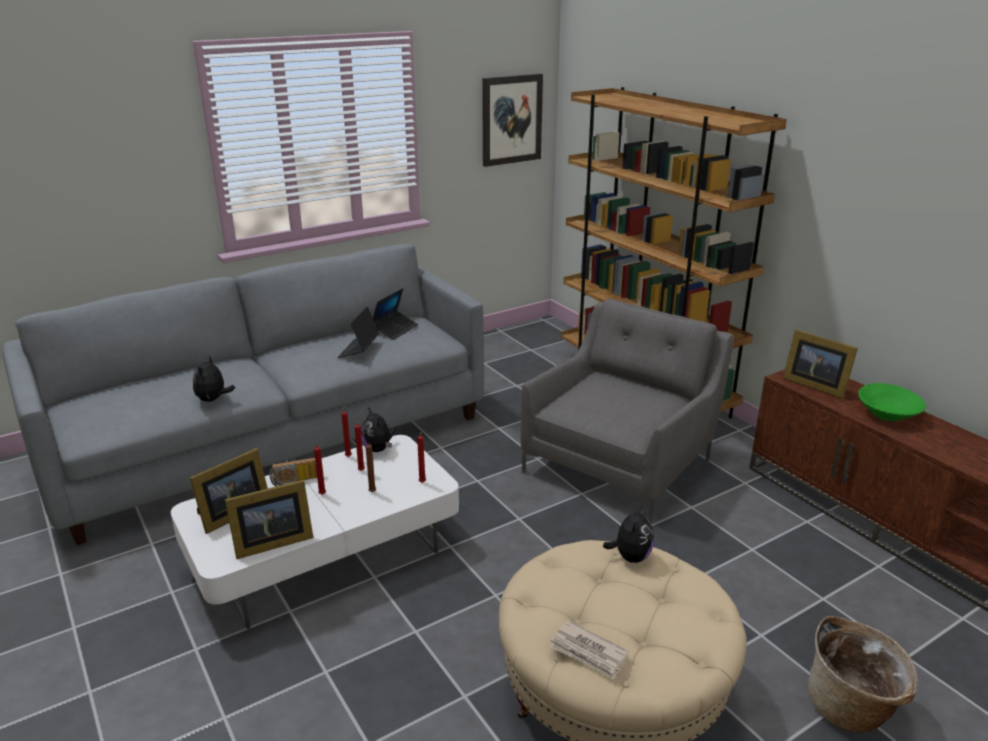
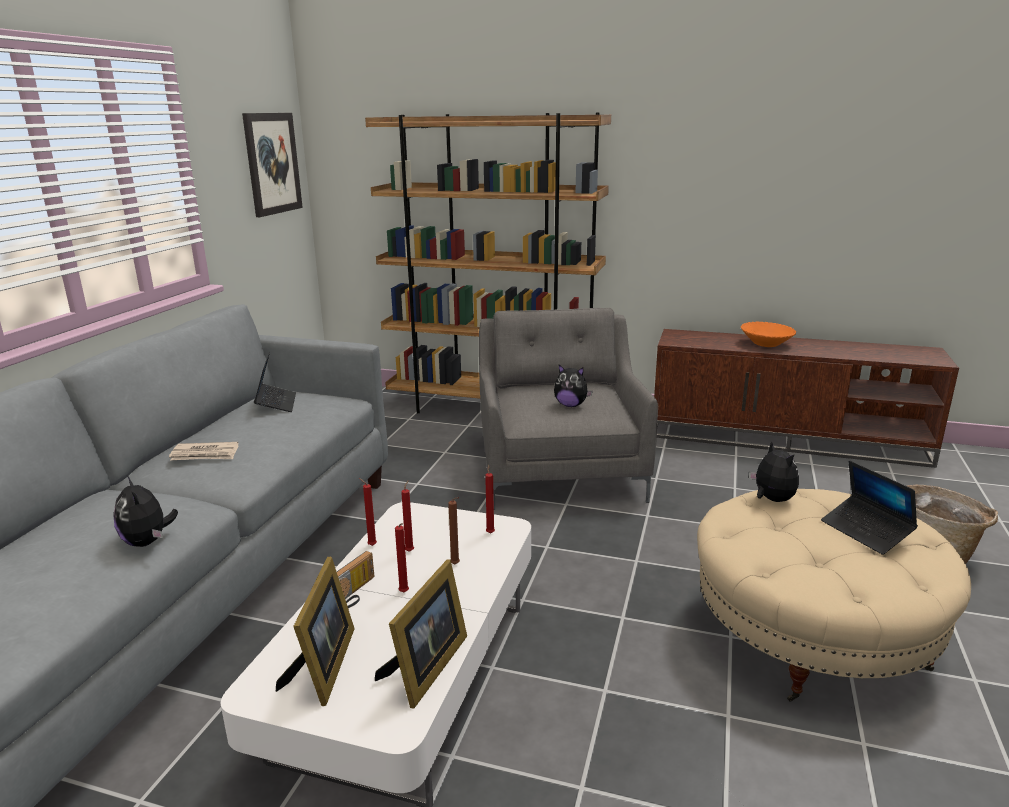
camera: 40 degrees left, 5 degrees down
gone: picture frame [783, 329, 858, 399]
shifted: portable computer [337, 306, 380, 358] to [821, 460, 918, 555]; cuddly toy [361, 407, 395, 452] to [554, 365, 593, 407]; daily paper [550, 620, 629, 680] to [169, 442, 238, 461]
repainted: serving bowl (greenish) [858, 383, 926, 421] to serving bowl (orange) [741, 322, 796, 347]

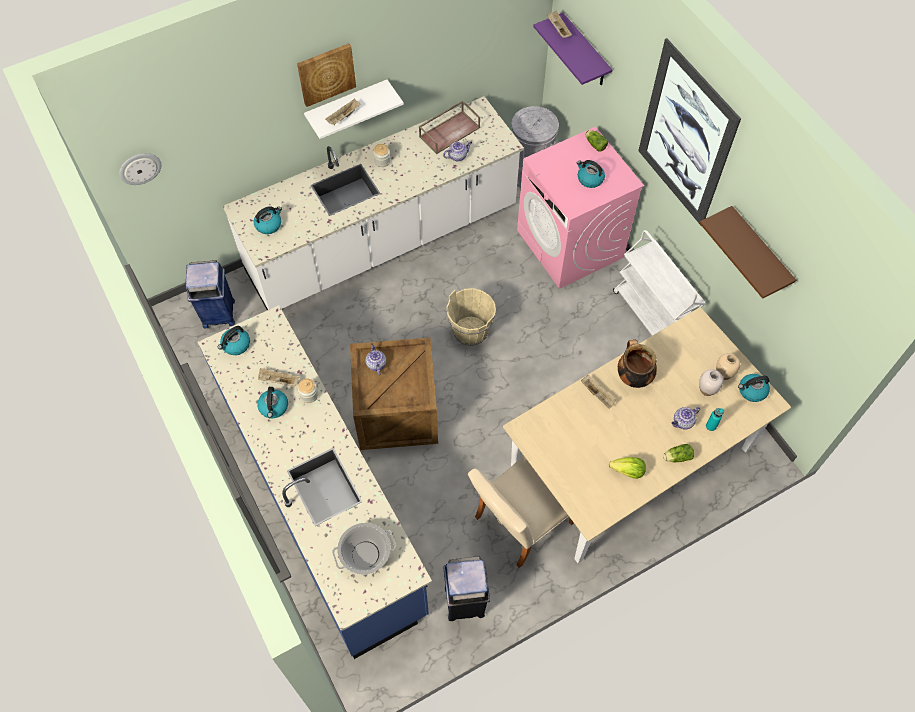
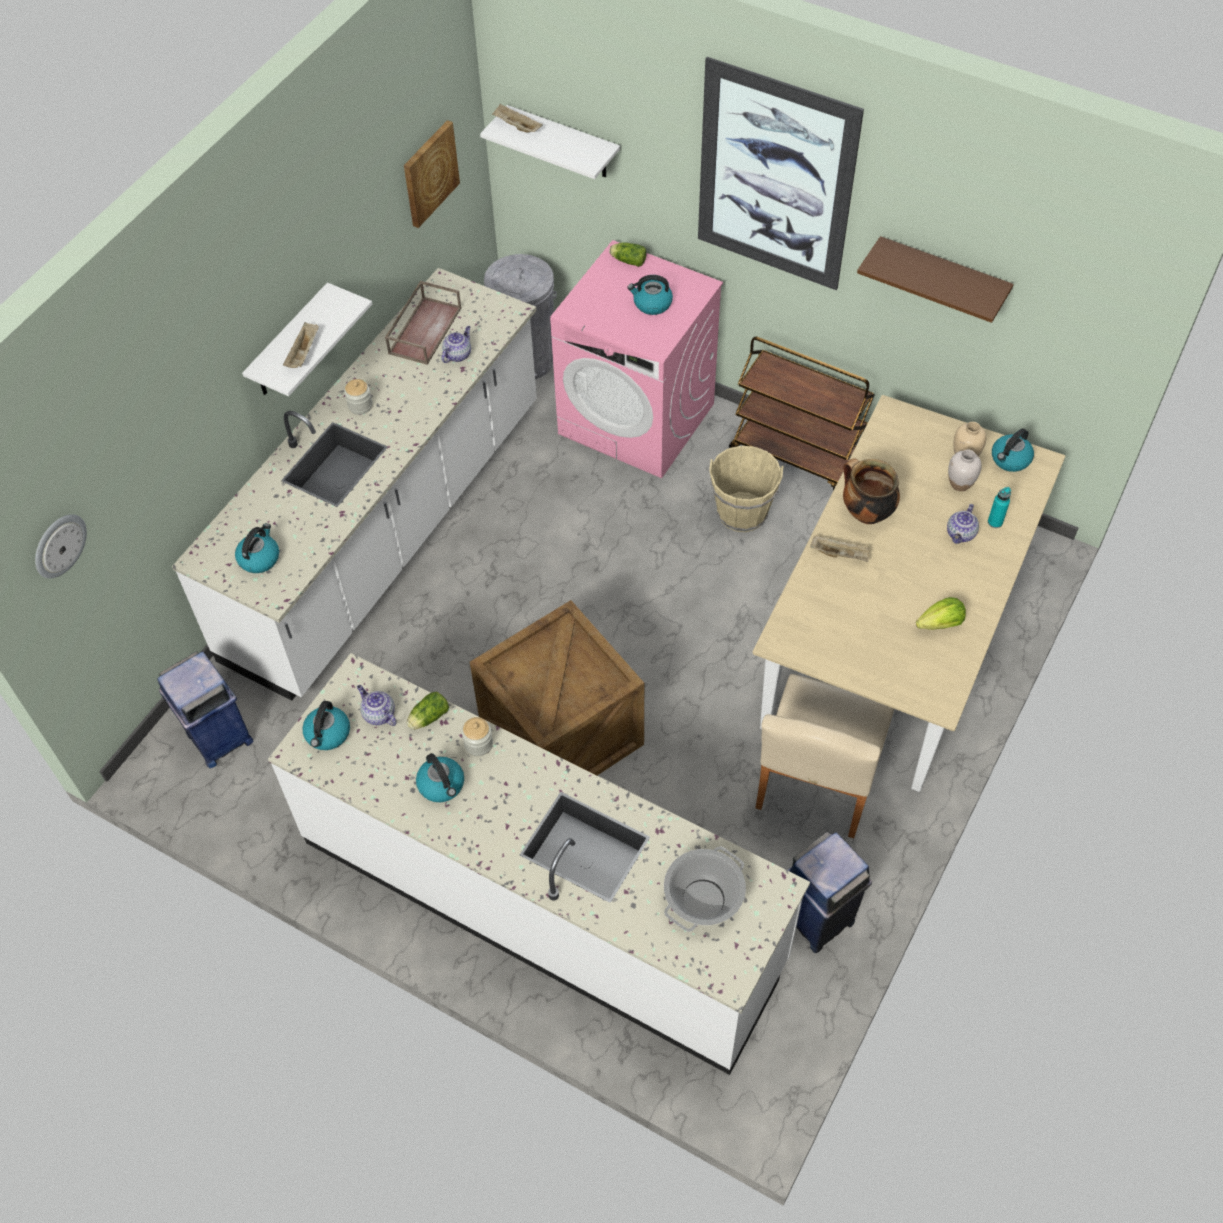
camera: 30 degrees left, 5 degrees down
gone: serving tray (beige) [258, 368, 299, 386]
shifted: wall art [297, 43, 356, 107] to [404, 120, 460, 228]; teapot [365, 343, 386, 375] to [357, 685, 397, 726]; bucket (beige) [447, 288, 496, 346] to [709, 446, 783, 532]; head of lettuce [663, 444, 694, 462] to [407, 692, 449, 730]
repainted: kitchen counter (blue) [198, 305, 432, 659] to kitchen counter (white) [268, 653, 810, 1075]; shelf (purple) [533, 13, 612, 85] to shelf (white) [480, 105, 620, 179]; wheeled cart (white) [613, 230, 706, 336] to wheeled cart (brown) [729, 337, 875, 491]

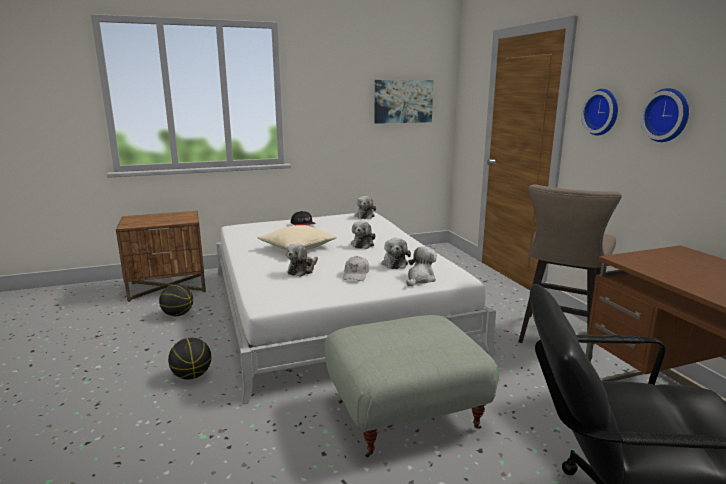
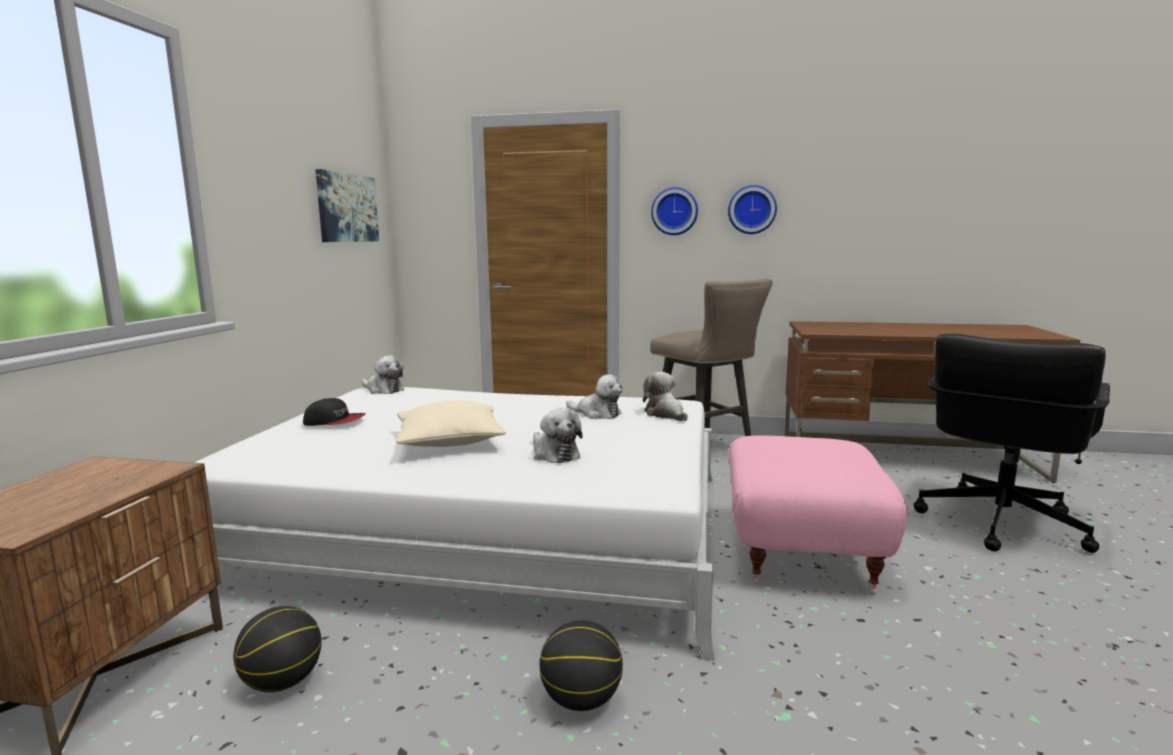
camera: 60 degrees left, 5 degrees down
gone: baseball cap (white) [342, 256, 369, 281]; cuddly toy [351, 221, 376, 249]
repainted: footrest (greyish) [325, 315, 499, 457] to footrest (pink-coloured) [729, 436, 907, 595]

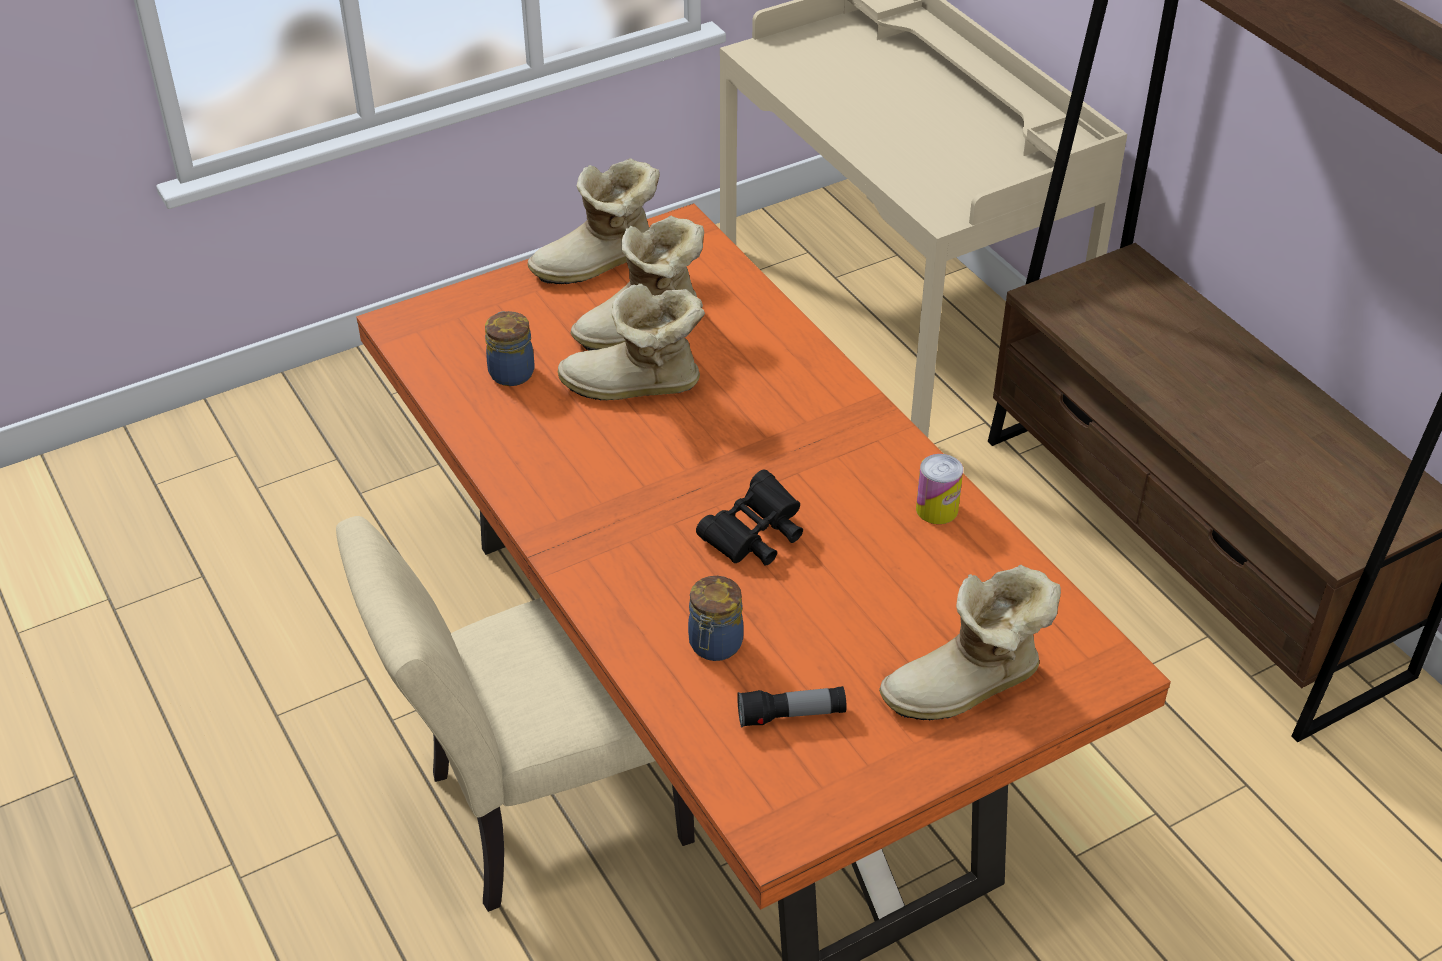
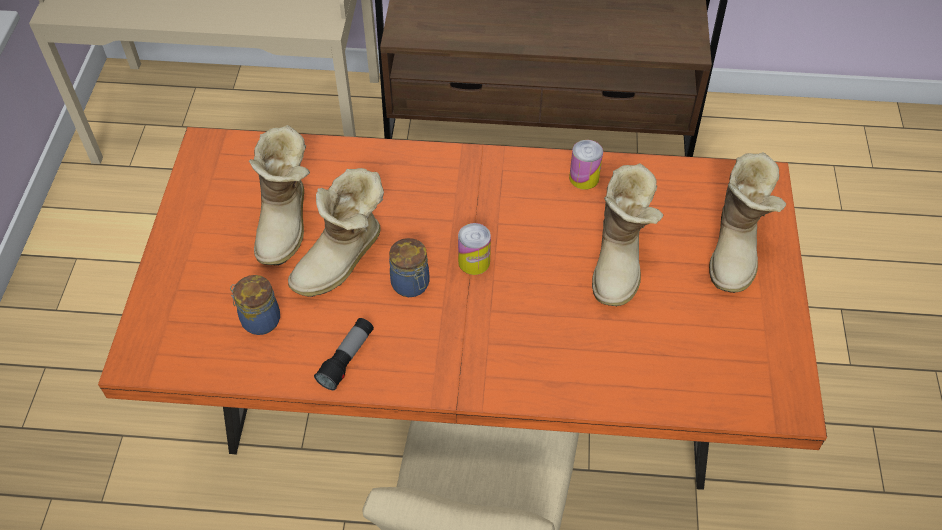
camera: 55 degrees left, 10 degrees up
gone: pair of binoculars (black) [696, 470, 803, 566]
new: sealed can [458, 223, 491, 275]
shifted: high-top boot [528, 158, 660, 284] to [592, 163, 663, 307]; jar [688, 576, 744, 661] to [389, 238, 430, 297]; hand torch [737, 686, 847, 727] to [314, 318, 374, 390]

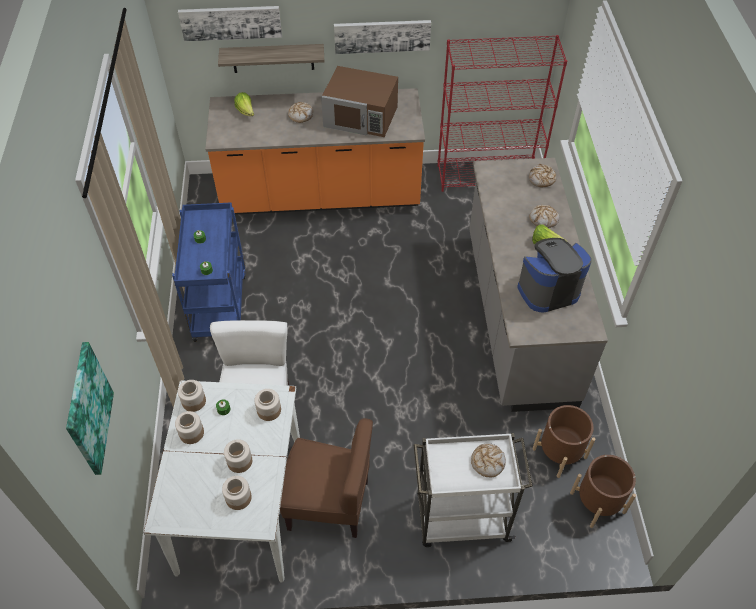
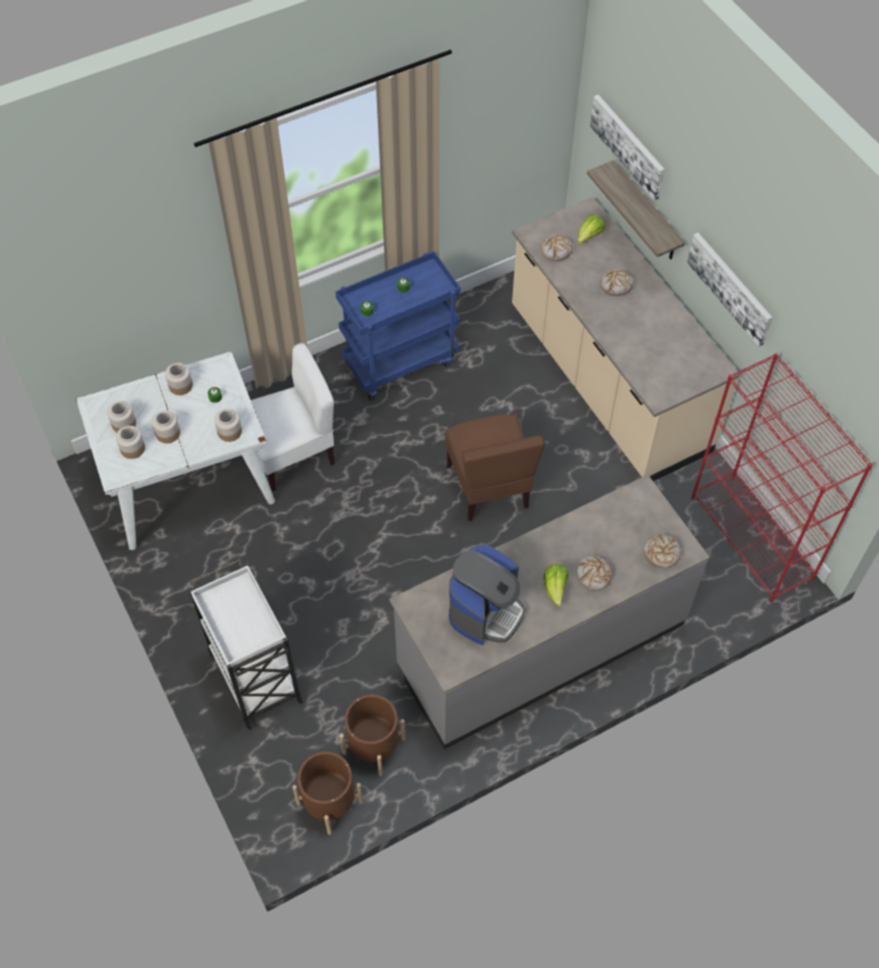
camera: 65 degrees right, 5 degrees up
gone: wall art [66, 342, 114, 475]; microwave oven (brown) [321, 66, 398, 137]
shifted: jar [178, 380, 206, 412] to [107, 401, 136, 432]; chair (brown) [280, 418, 373, 538] to [445, 414, 545, 521]; baked bread [471, 443, 506, 477] to [541, 235, 573, 261]
repainted: kitchen counter (orange) [205, 88, 425, 215] to kitchen counter (beige) [512, 197, 740, 481]
rotated: coffee machine [517, 238, 592, 313] = [449, 544, 526, 645] 75 degrees clockwise

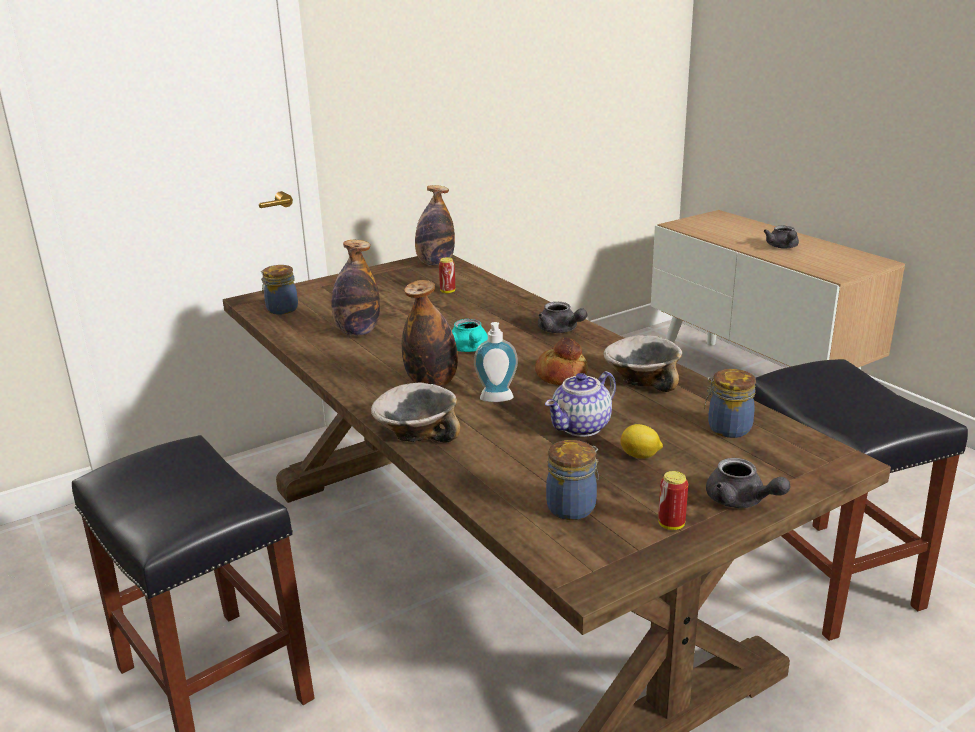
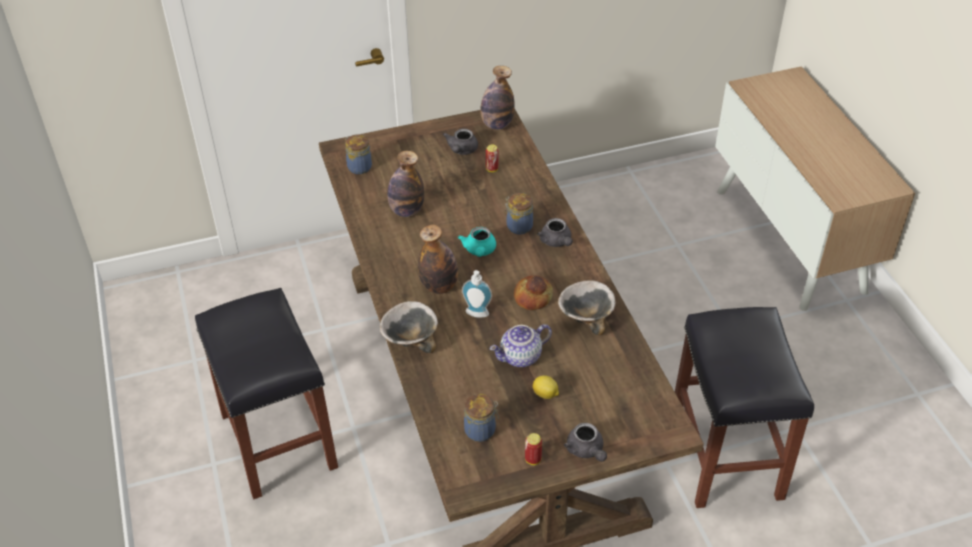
camera: 15 degrees right, 20 degrees up
shifted: jar [704, 369, 756, 438] to [505, 193, 533, 235]; teapot (greyish) [764, 225, 799, 249] to [443, 129, 478, 155]

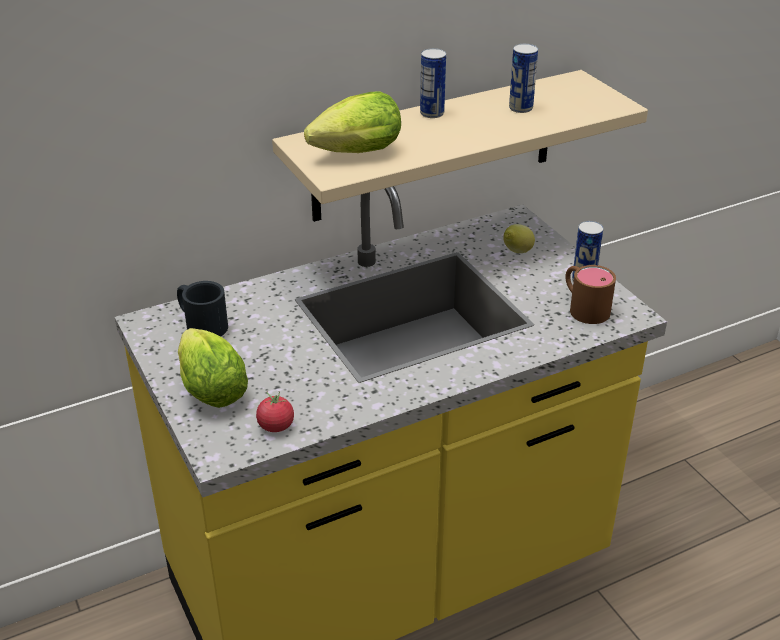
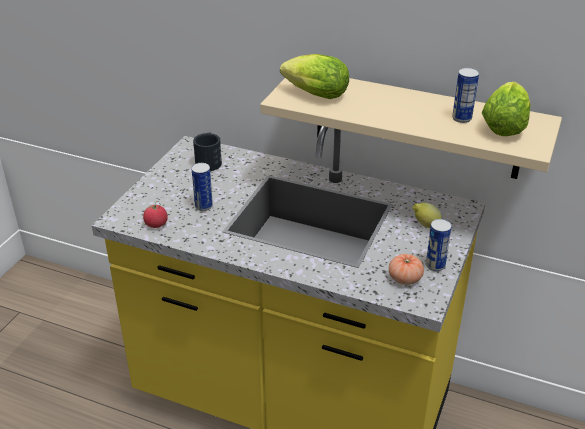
camera: 50 degrees right, 0 degrees up
shifted: head of lettuce [178, 328, 248, 408] to [482, 82, 531, 136]; sealed can [420, 48, 446, 118] to [191, 163, 213, 211]
swapped: coffee mug (brown) [566, 265, 616, 324] to fresh tomato [389, 254, 424, 285]

